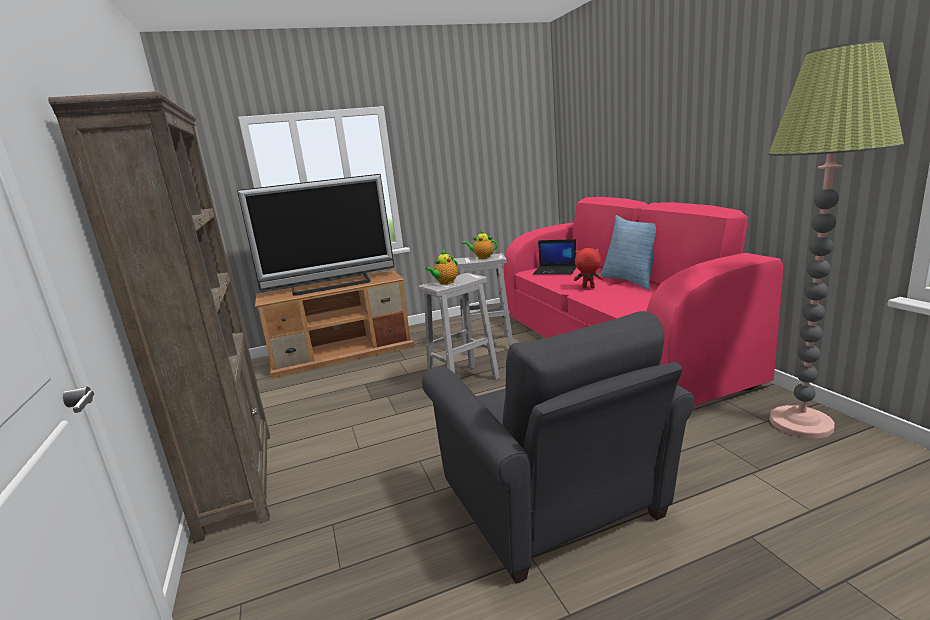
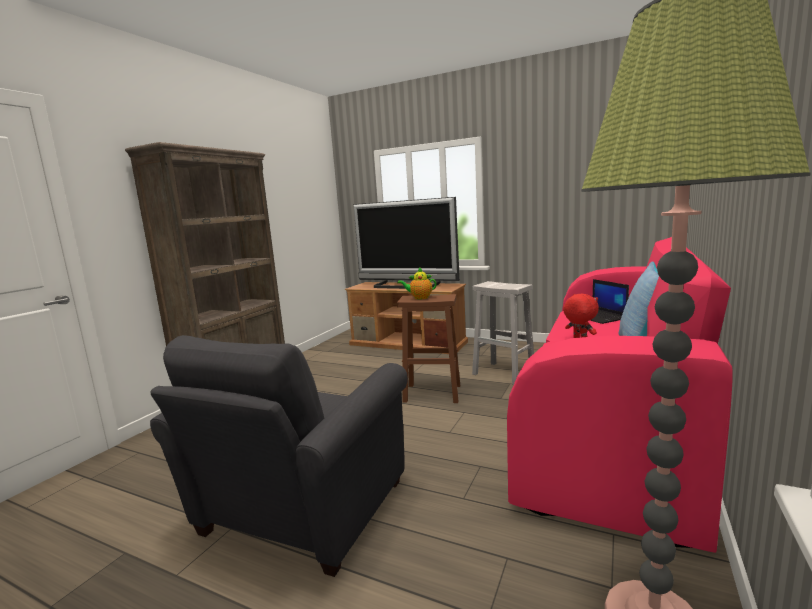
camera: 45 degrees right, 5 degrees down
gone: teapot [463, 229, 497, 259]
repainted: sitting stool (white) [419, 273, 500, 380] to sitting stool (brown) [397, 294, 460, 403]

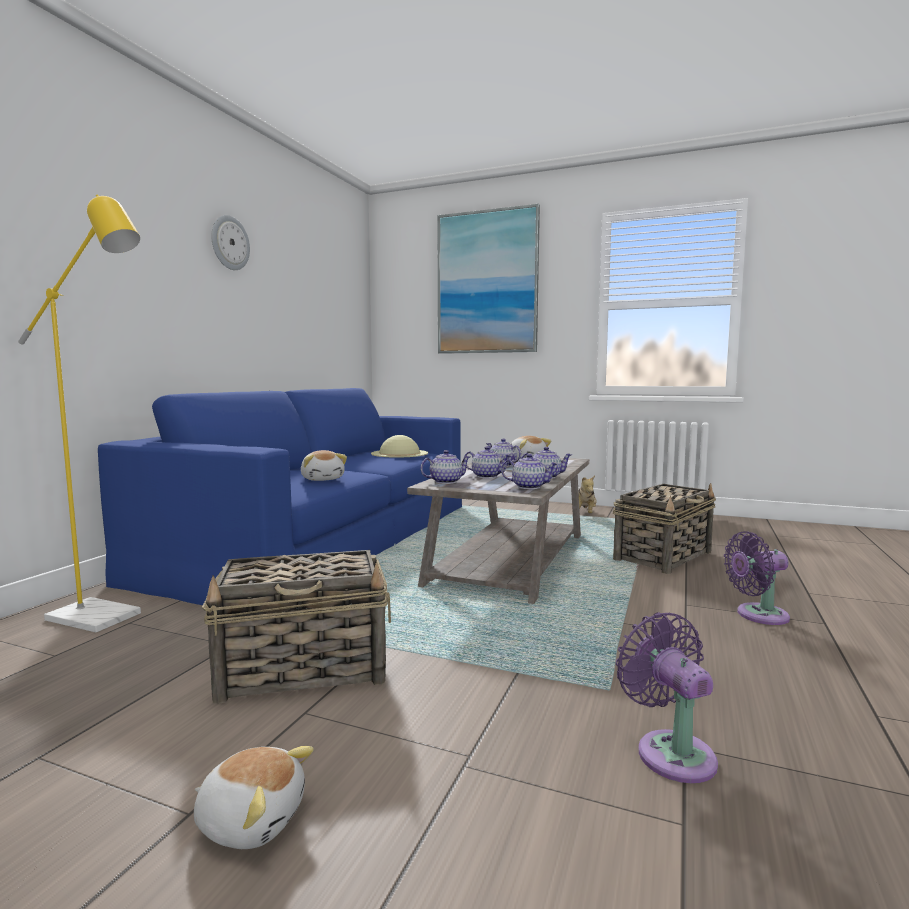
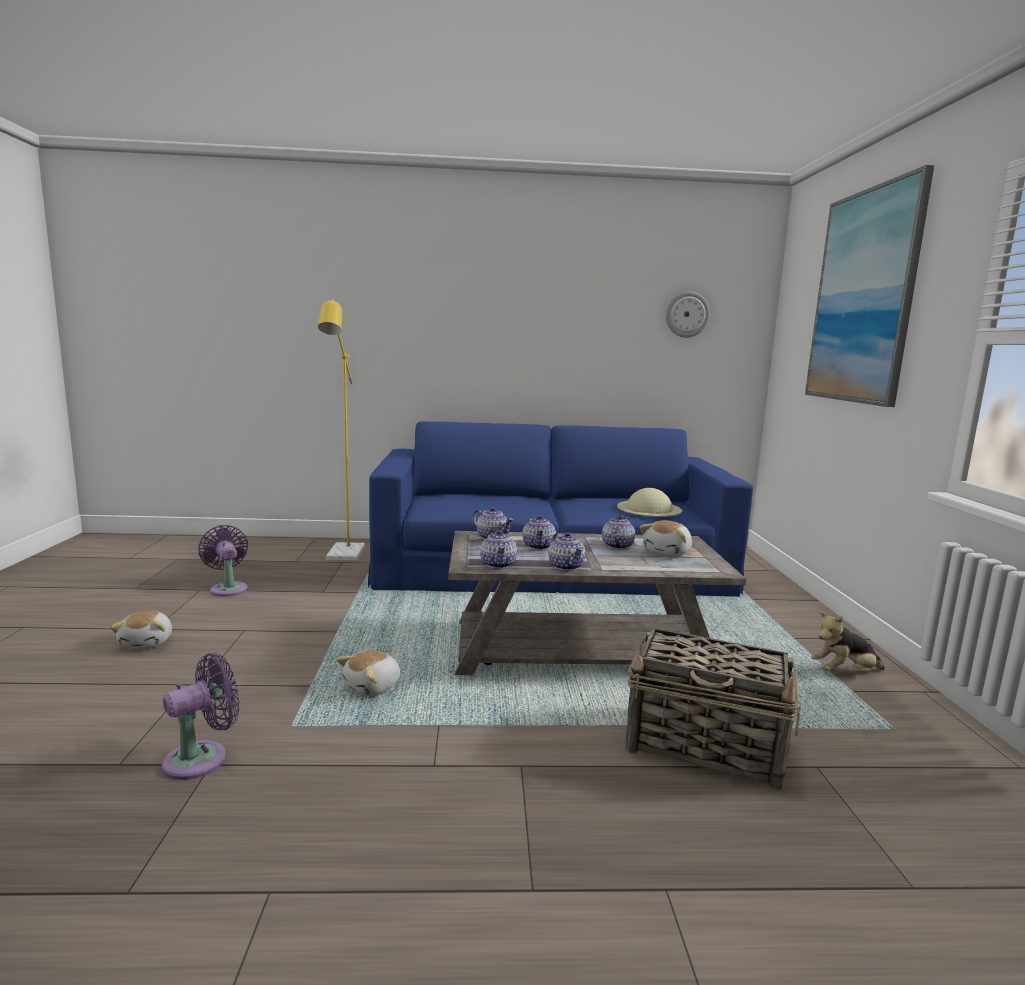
camera: 65 degrees right, 5 degrees up
gone: storage basket [202, 550, 391, 704]
shifted: hanging clock [212, 215, 250, 270] to [666, 291, 710, 338]; cuddly toy [301, 450, 347, 481] to [336, 650, 400, 696]; fan (purple) [724, 531, 790, 625] to [198, 525, 248, 597]

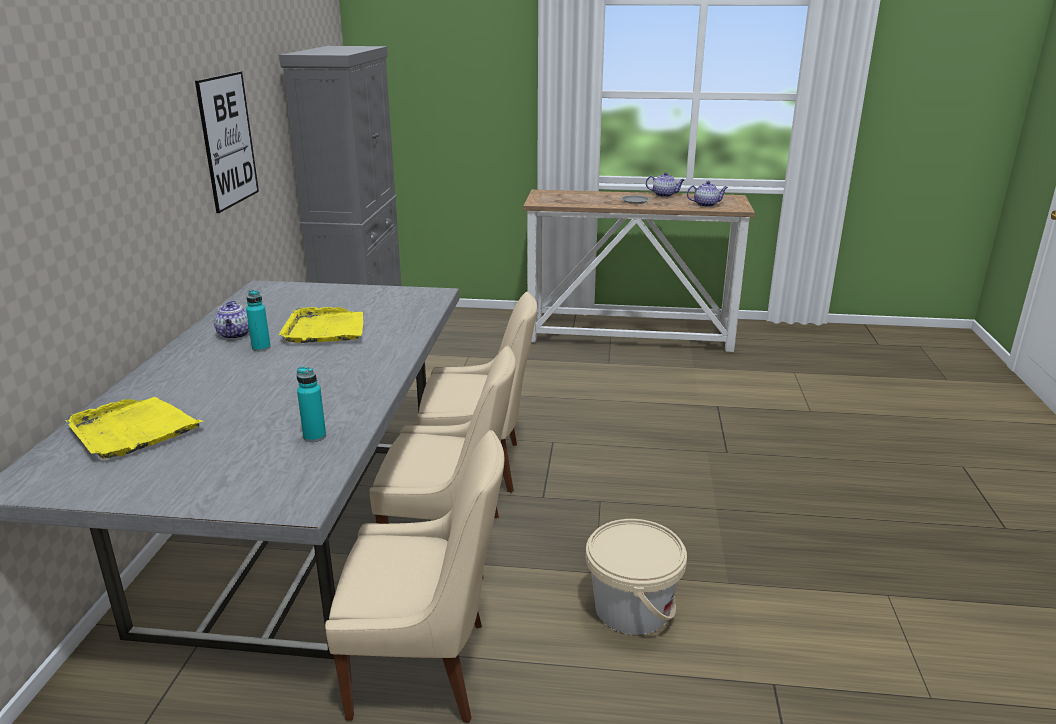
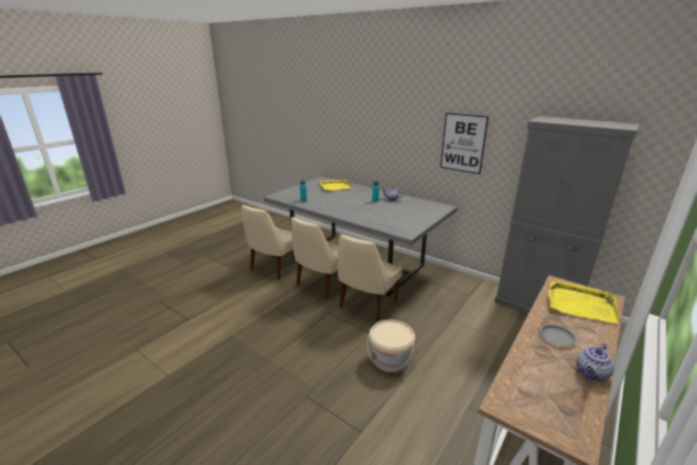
camera: 120 degrees right, 0 degrees up
gone: teapot [687, 181, 728, 207]
shifted: serving tray (yellowish) [279, 307, 363, 343] to [549, 280, 618, 324]; bucket (beige) [585, 519, 687, 635] to [367, 320, 415, 373]

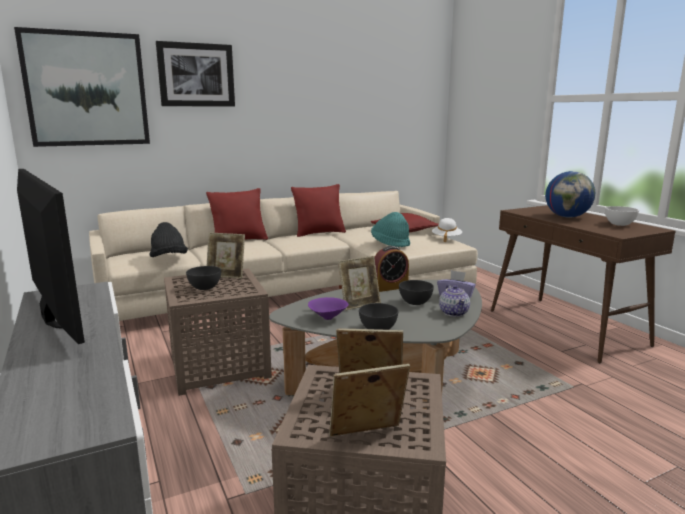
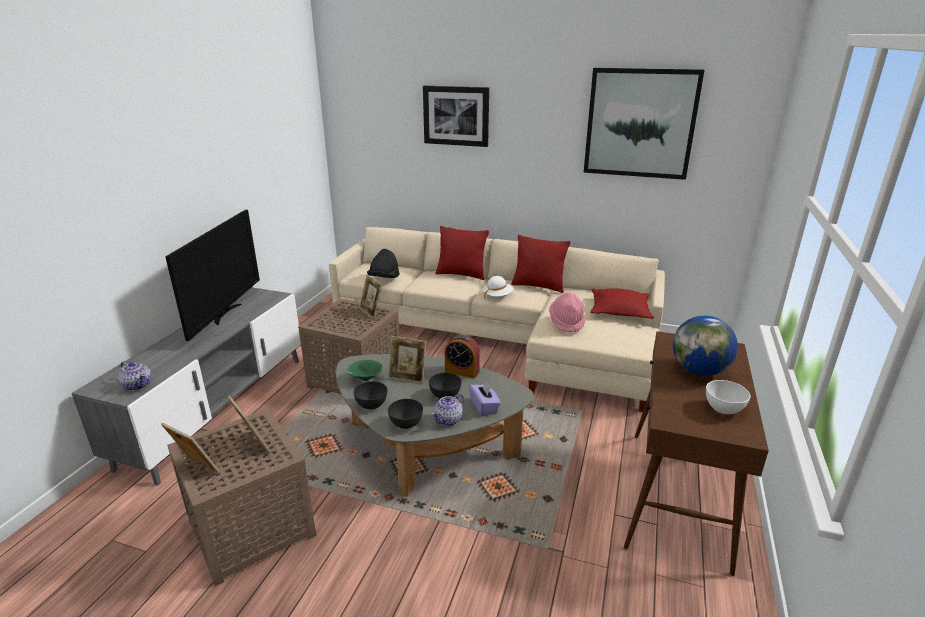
camera: 45 degrees right, 10 degrees up
new: teapot [118, 361, 151, 391]
shifted: wall art [14, 27, 150, 147] to [584, 68, 704, 180]; serving bowl (greyish) [186, 266, 221, 290] to [388, 399, 423, 429]; clothing hat (white) [432, 218, 462, 242] to [483, 276, 514, 299]
repainted: serving bowl (purple) [308, 297, 349, 320] to serving bowl (greenish) [347, 360, 383, 381]; clothing hat (blue-green) [371, 212, 410, 247] to clothing hat (pink-coloured) [549, 292, 585, 332]

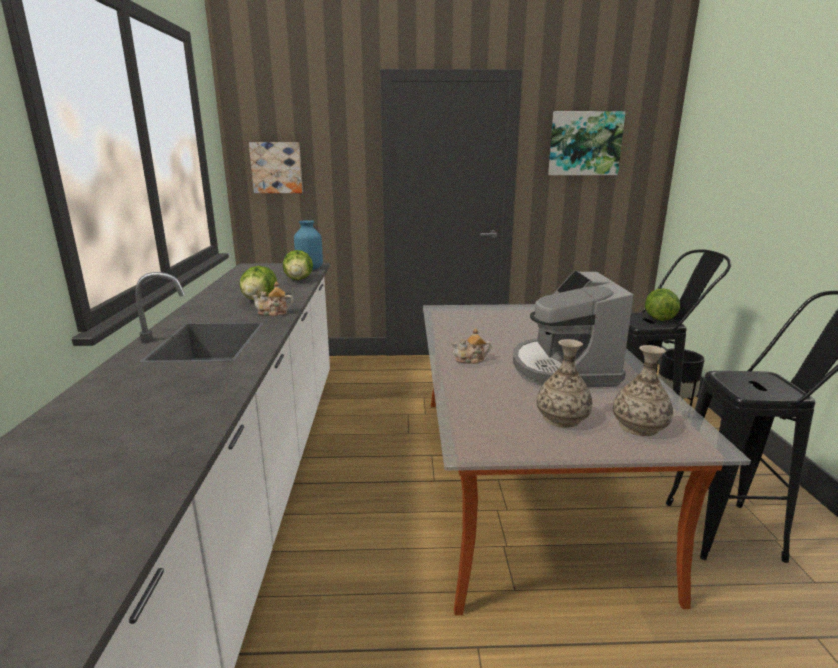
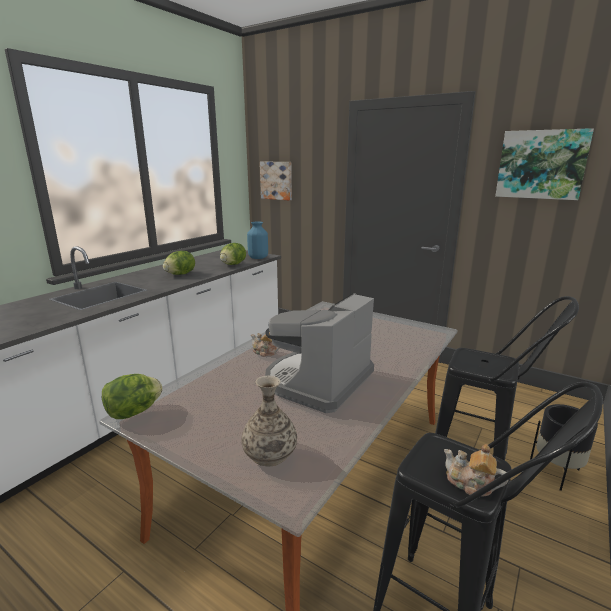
camera: 35 degrees right, 0 degrees up
gone: decorative vase [537, 339, 592, 428]
shifted: teapot [252, 281, 294, 316] to [444, 444, 509, 496]; head of lettuce [645, 288, 680, 321] to [102, 374, 163, 419]

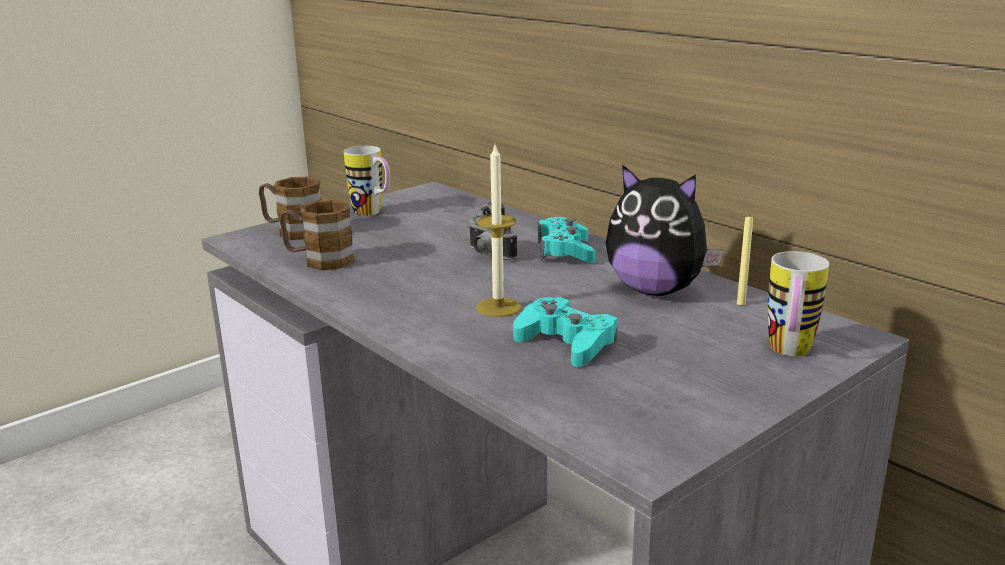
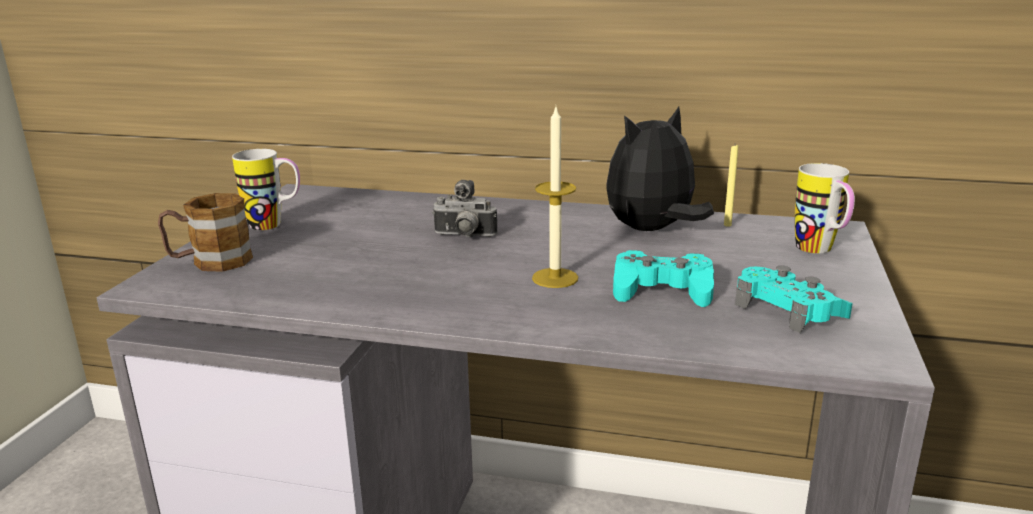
camera: 35 degrees left, 0 degrees up
gone: coffee mug [280, 200, 355, 270]
shifted: game controller (blue-green) [538, 217, 595, 263] to [735, 266, 853, 333]
rotated: cuddly toy [606, 164, 724, 296] = [607, 107, 714, 231] 150 degrees clockwise

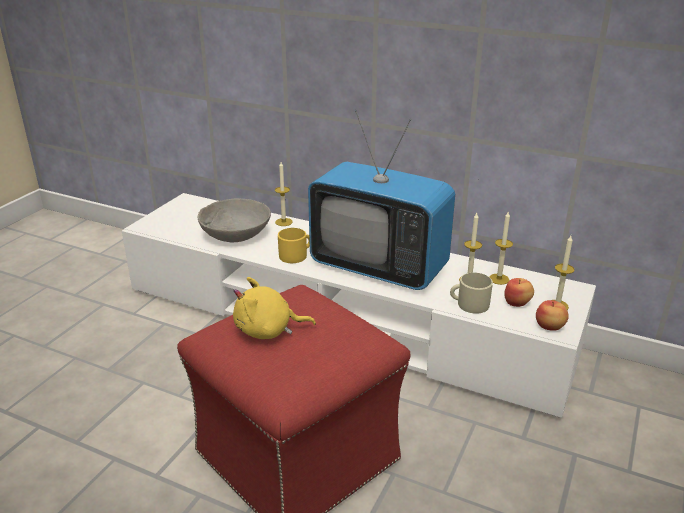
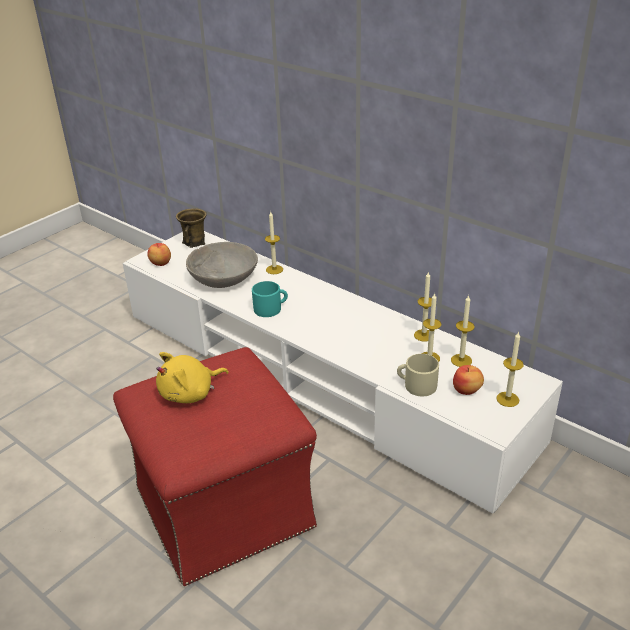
camera: 15 degrees right, 5 degrees up
gone: TV [308, 110, 455, 290]
new: coffee mug (brown) [176, 208, 207, 248]; wax candle [414, 271, 432, 342]
shifted: whole apple [536, 300, 569, 331] to [147, 243, 171, 266]
repainted: coffee mug (yellowish) [278, 228, 310, 263] to coffee mug (blue-green) [252, 281, 288, 317]
rotated: cuddly toy (yellowish) [233, 277, 316, 339] = [156, 352, 229, 403] 45 degrees counterclockwise

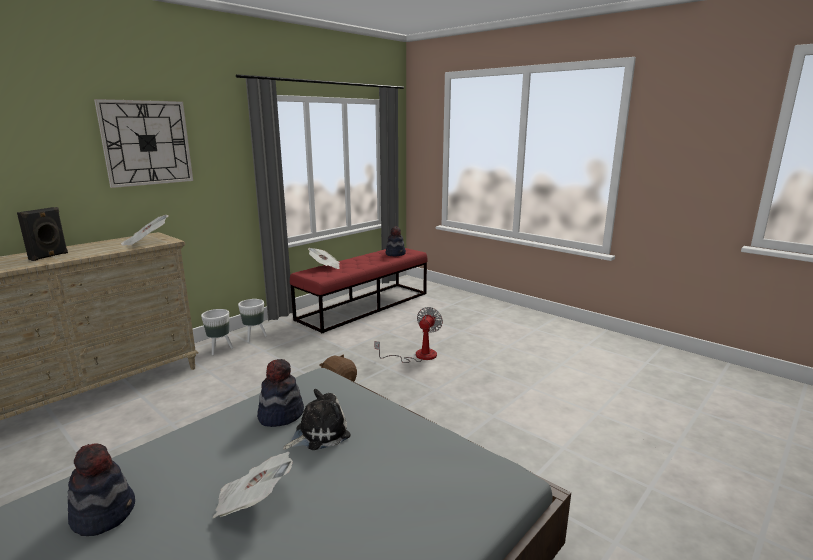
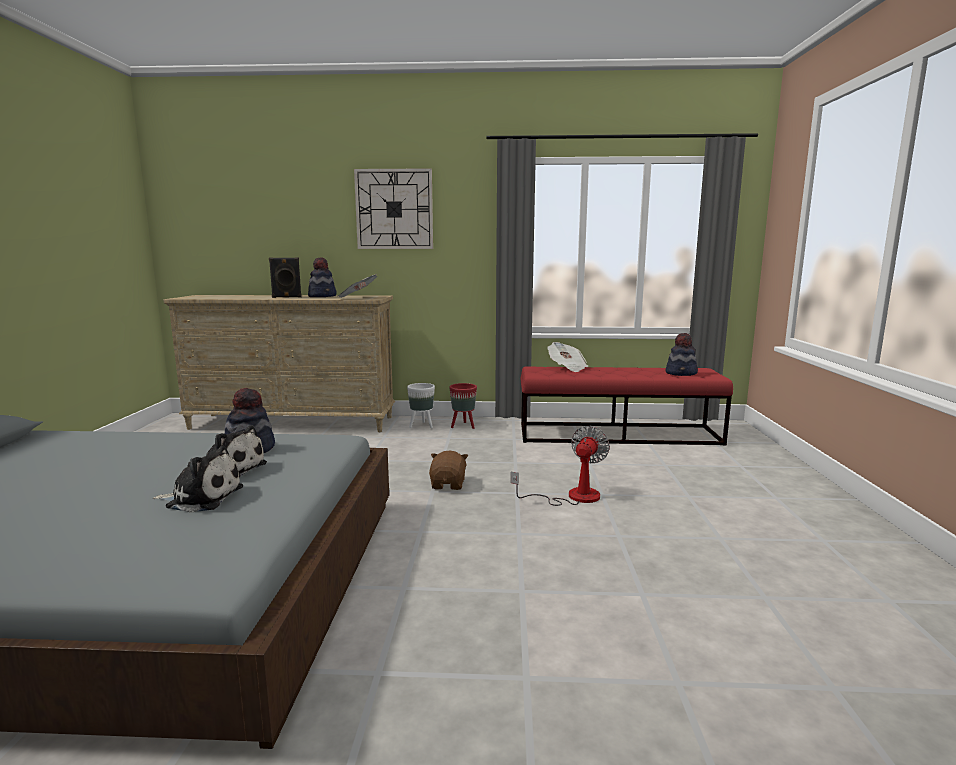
camera: 50 degrees right, 5 degrees down
gone: daily paper [212, 452, 293, 519]
new: cuddly toy [153, 446, 243, 513]
shifted: clothing hat [67, 443, 135, 536] to [308, 257, 337, 297]
repainted: flower pot (white) [238, 299, 267, 342] to flower pot (red-coloured) [449, 383, 477, 429]
rotated: fan [374, 307, 443, 363] = [511, 425, 610, 506] 45 degrees counterclockwise

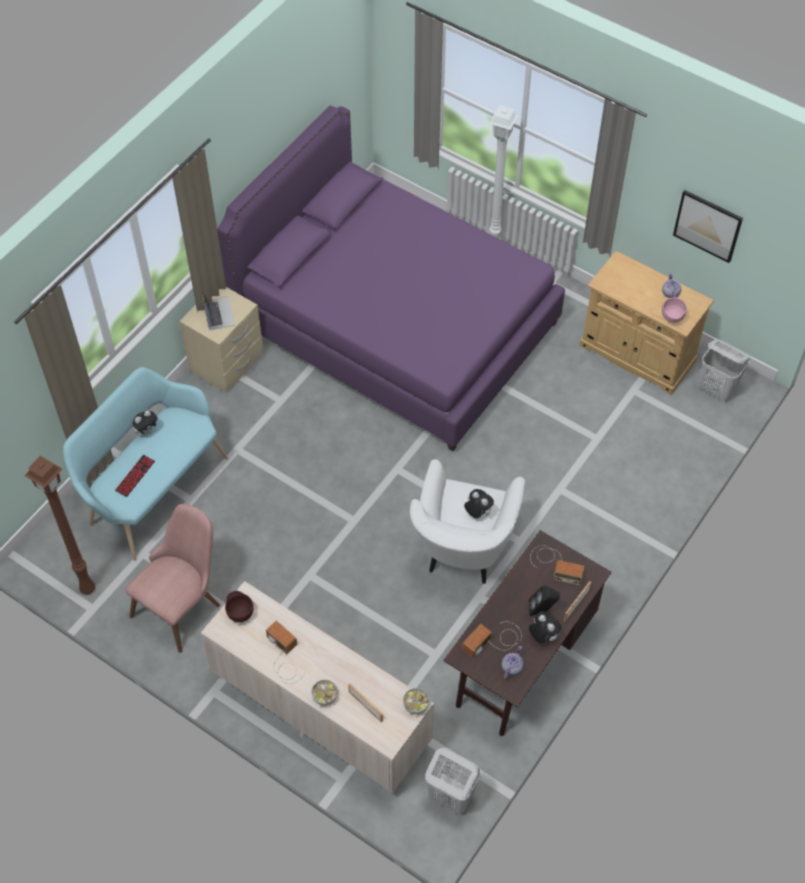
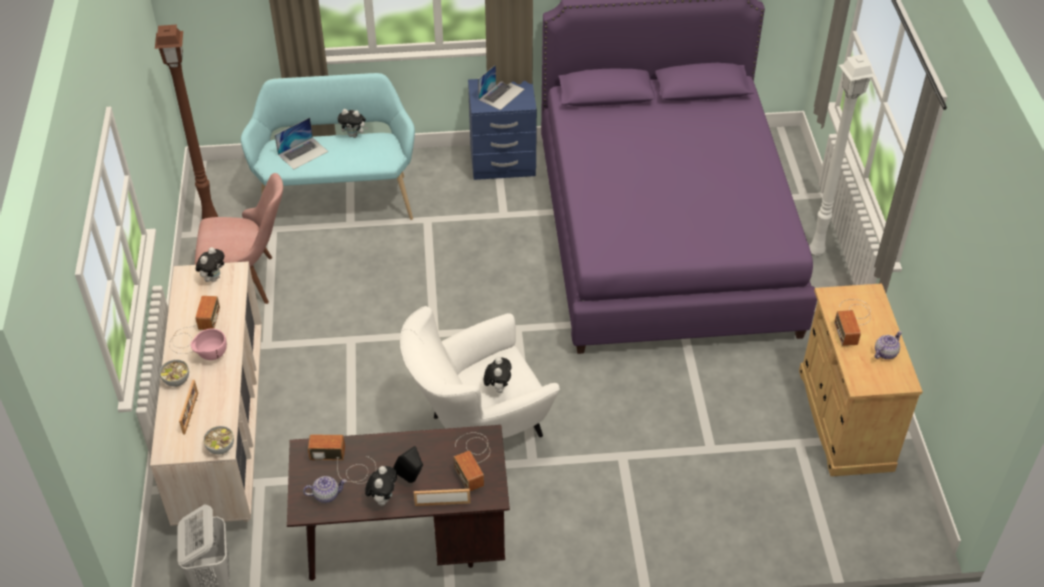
camera: 50 degrees right, 10 degrees down
gone: wall art [673, 190, 743, 263]; hamper (white) [699, 339, 750, 402]
new: radio [834, 299, 871, 346]
shifted: serving bowl (pink-coloured) [662, 297, 687, 323] to [190, 328, 227, 360]
swapped: keyboard [115, 455, 155, 497] to portable computer [275, 118, 328, 169]; serving bowl (brown) [225, 591, 254, 622] to cuddly toy [196, 247, 224, 282]
repainted: nightstand (beige) [179, 287, 263, 393] to nightstand (blue) [468, 79, 537, 180]

